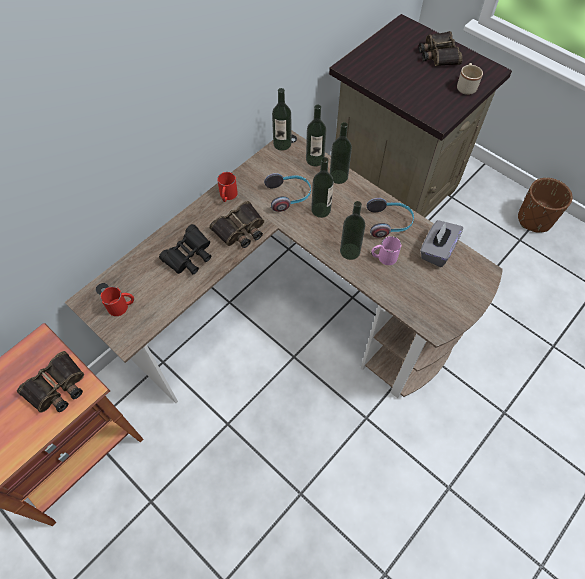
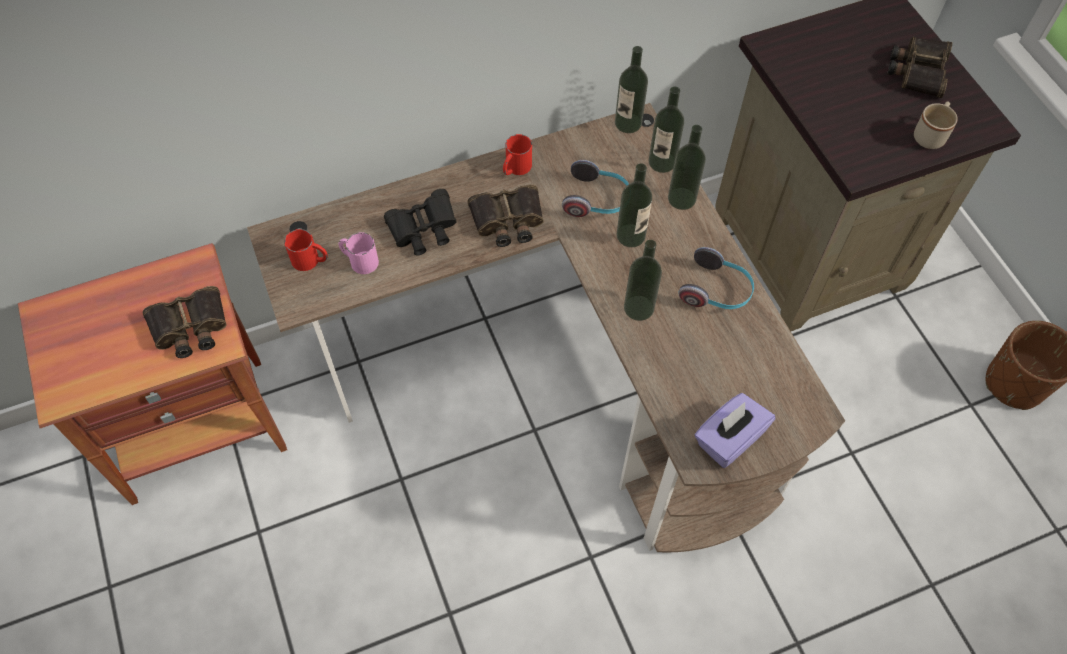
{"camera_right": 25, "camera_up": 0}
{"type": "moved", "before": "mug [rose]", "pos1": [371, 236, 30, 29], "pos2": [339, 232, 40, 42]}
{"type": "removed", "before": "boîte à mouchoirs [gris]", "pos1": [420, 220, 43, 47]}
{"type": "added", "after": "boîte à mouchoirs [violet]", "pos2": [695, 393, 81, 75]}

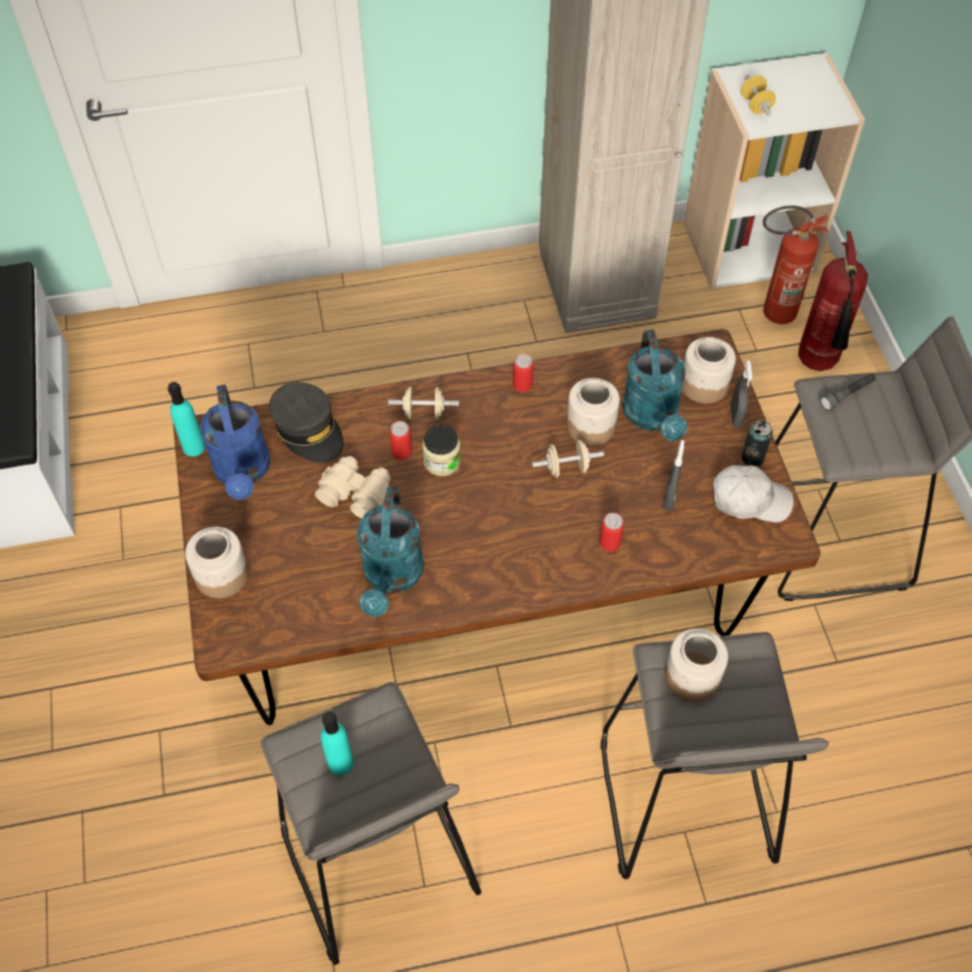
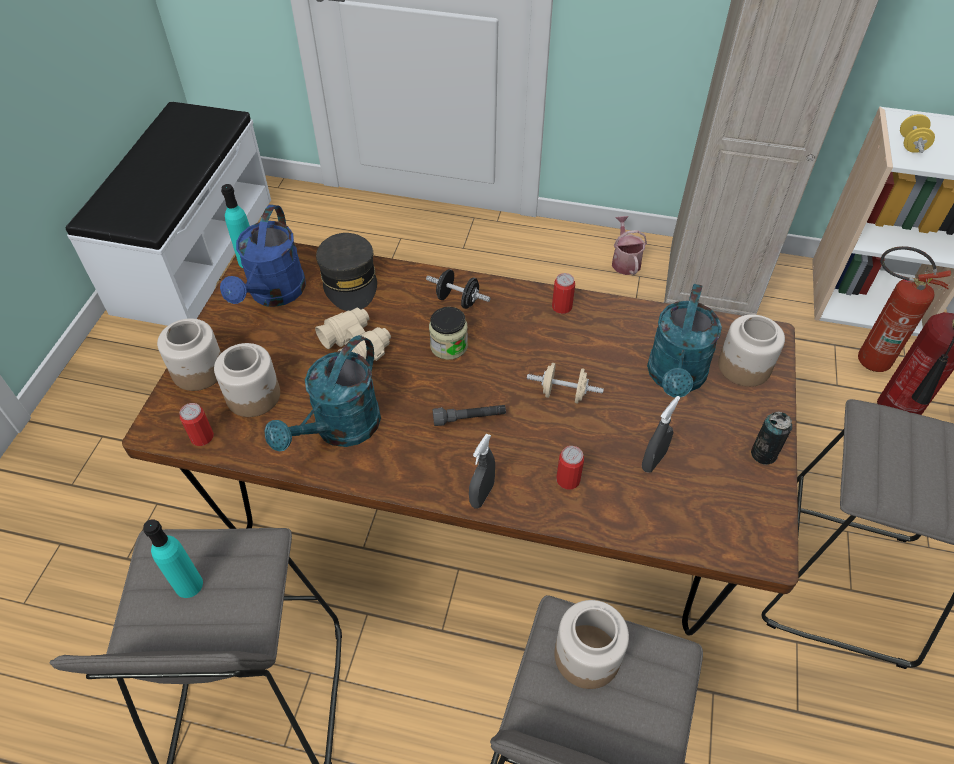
{"camera_right": 25, "camera_up": -5}
{"type": "recoloured", "before": "haltère [beige]", "after": "haltère [noir]", "pos1": [388, 387, 71, 33], "pos2": [426, 269, 65, 40]}
{"type": "moved", "before": "boîte métallique", "pos1": [389, 421, 23, 39], "pos2": [180, 403, 34, 43]}
{"type": "moved", "before": "bocal", "pos1": [566, 378, 54, 68], "pos2": [214, 343, 66, 74]}
{"type": "removed", "before": "casquette [blanc]", "pos1": [712, 465, 82, 57]}
{"type": "moved", "before": "vaporisateur [gris]", "pos1": [731, 360, 22, 68], "pos2": [469, 433, 26, 76]}
{"type": "moved", "before": "lampe de poche [gris]", "pos1": [820, 373, 56, 38], "pos2": [433, 405, 73, 21]}
{"type": "added", "after": "arrosoir", "pos2": [612, 216, 35, 59]}

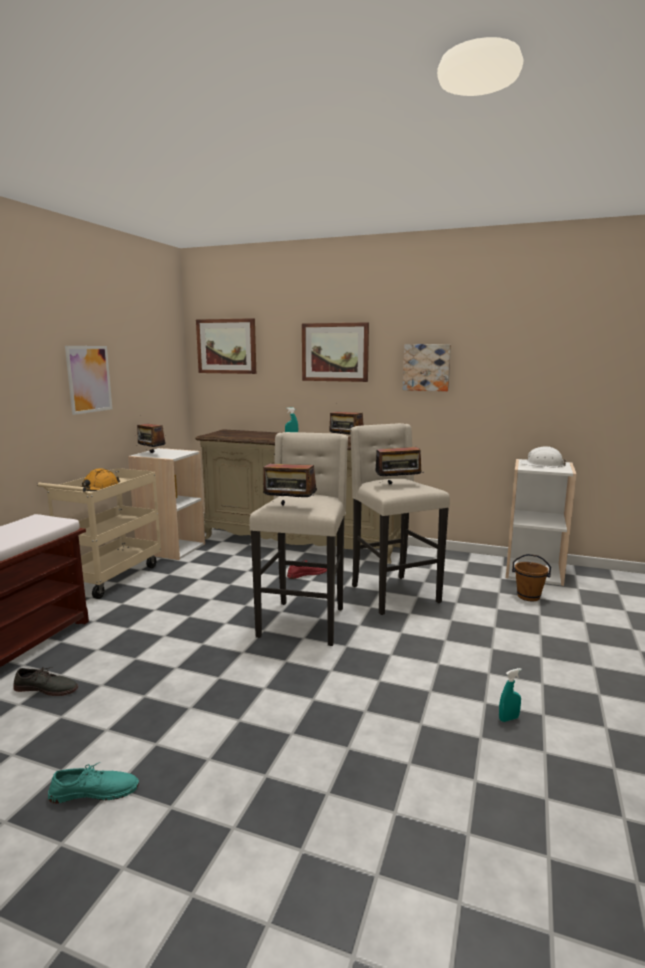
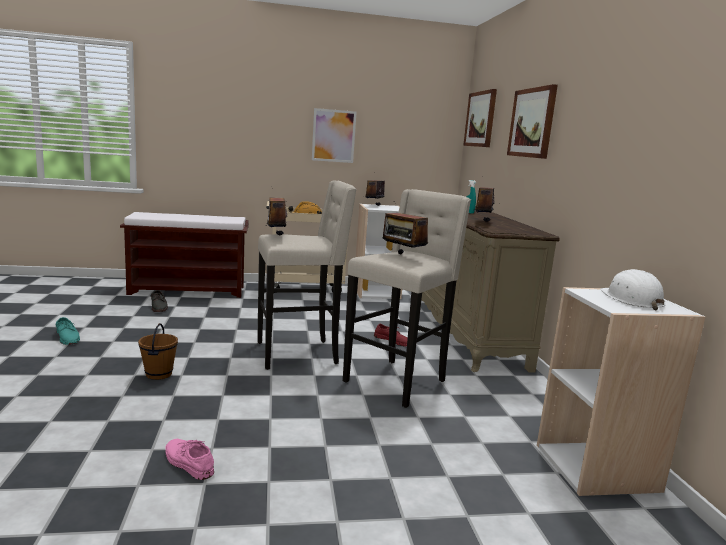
{"camera_right": 60, "camera_up": 0}
{"type": "removed", "before": "tableau", "pos1": [403, 344, 48, 47]}
{"type": "replaced", "before": "vaporisateur [turquoise]", "after": "chaussure [rose]", "pos1": [499, 668, 23, 54], "pos2": [165, 439, 49, 41]}
{"type": "moved", "before": "seau [marron]", "pos1": [512, 554, 39, 47], "pos2": [138, 323, 40, 57]}

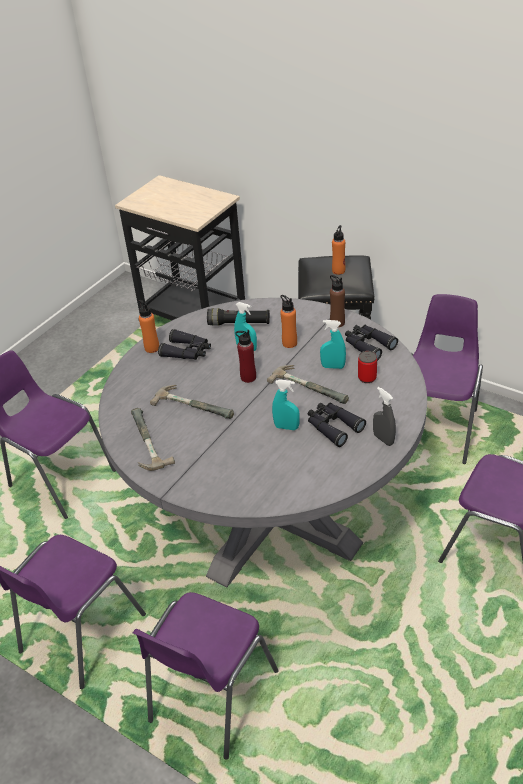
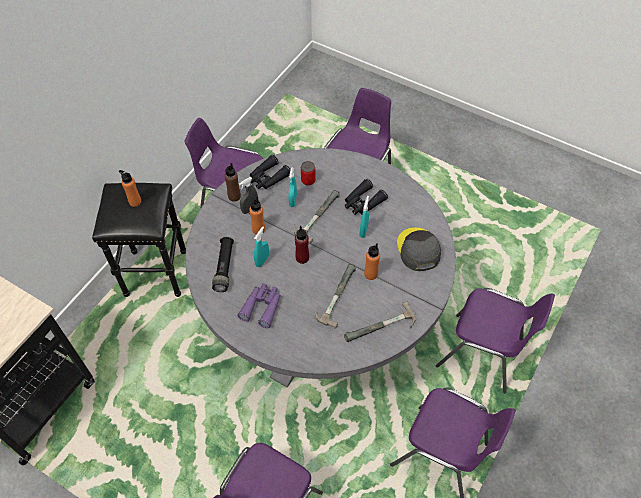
{"camera_right": -95, "camera_up": 15}
{"type": "moved", "before": "bouteille [orange]", "pos1": [139, 300, 20, 53], "pos2": [364, 243, 16, 37]}
{"type": "recoloured", "before": "jumelles [noir]", "after": "jumelles [violet]", "pos1": [158, 329, 53, 31], "pos2": [237, 283, 44, 45]}
{"type": "moved", "before": "vaporisateur [gris]", "pos1": [373, 387, 23, 59], "pos2": [239, 177, 19, 37]}
{"type": "added", "after": "casquette [gris]", "pos2": [397, 227, 44, 44]}

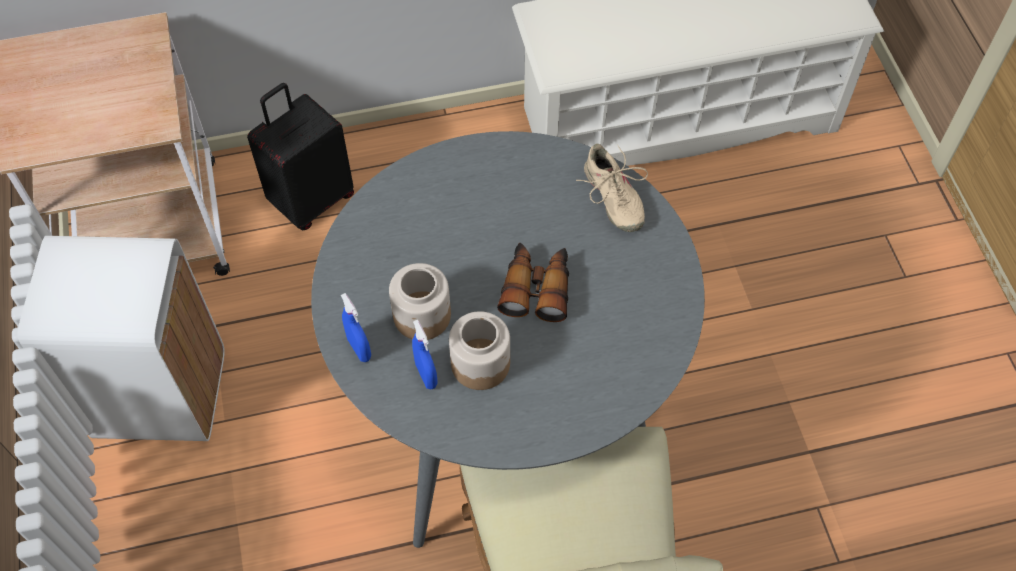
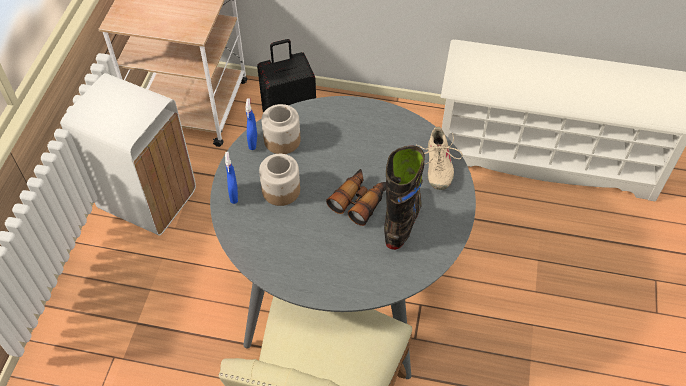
{"camera_right": 25, "camera_up": -5}
{"type": "moved", "before": "vaporisateur [bleu]", "pos1": [412, 320, 26, 70], "pos2": [245, 99, 12, 51]}
{"type": "moved", "before": "bocal", "pos1": [449, 311, 61, 79], "pos2": [262, 104, 39, 50]}
{"type": "added", "after": "botte [noir]", "pos2": [384, 145, 41, 105]}

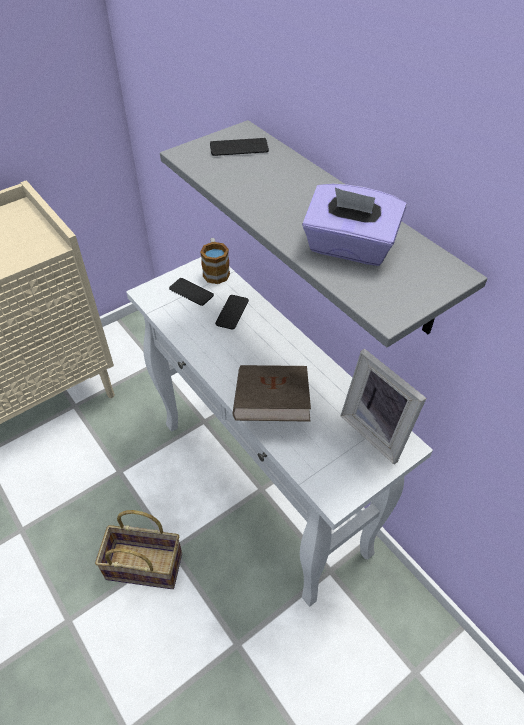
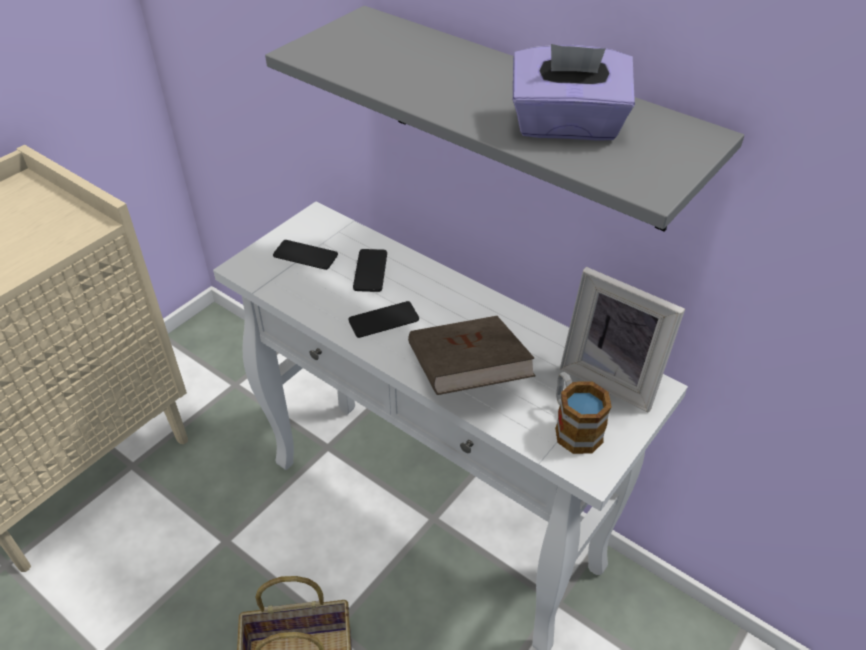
{"camera_right": -15, "camera_up": -5}
{"type": "moved", "before": "mug", "pos1": [200, 238, 30, 46], "pos2": [555, 372, 57, 82]}
{"type": "moved", "before": "téléphone", "pos1": [210, 138, 59, 18], "pos2": [349, 301, 70, 37]}

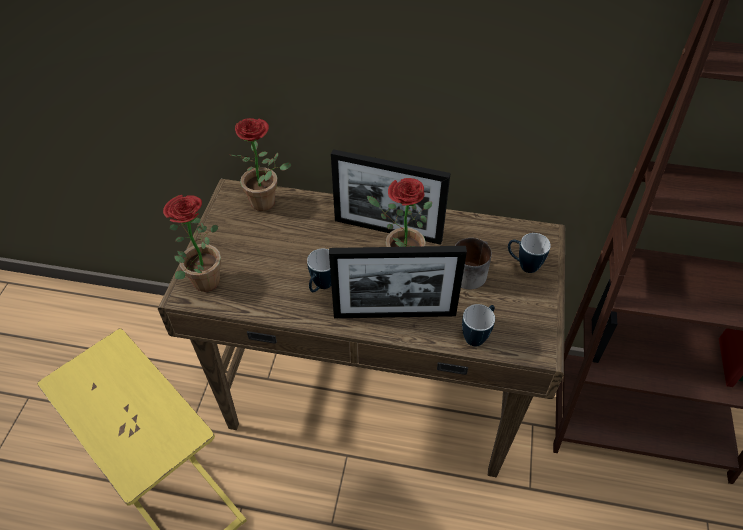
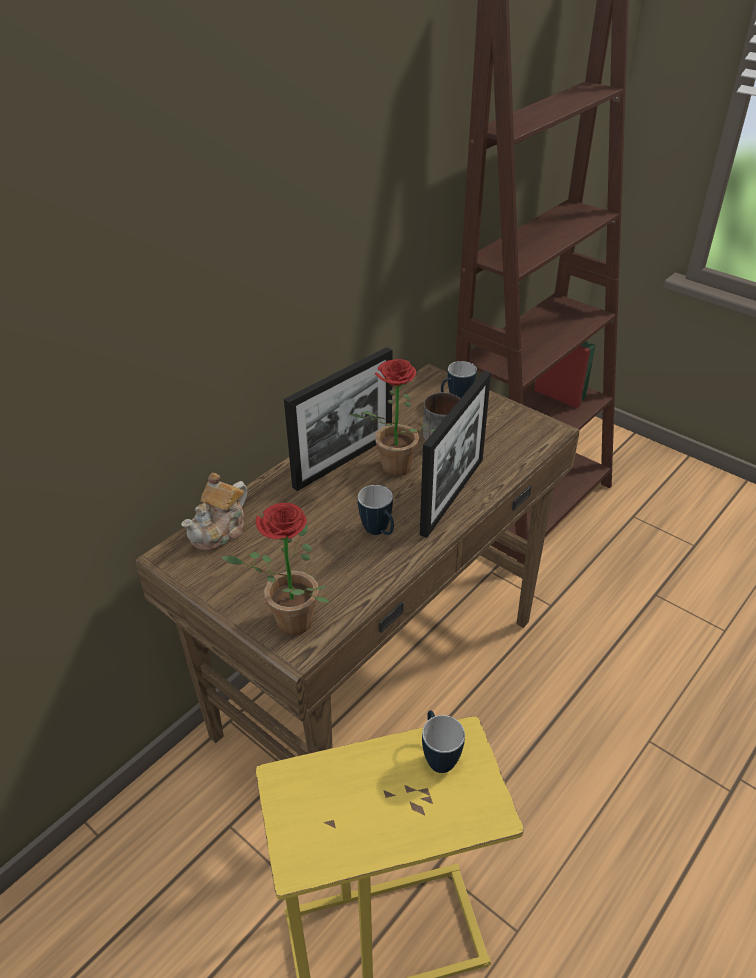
{"camera_right": -60, "camera_up": -10}
{"type": "replaced", "before": "plante en pot", "after": "théière", "pos1": [231, 118, 60, 93], "pos2": [181, 473, 67, 78]}
{"type": "moved", "before": "mug", "pos1": [462, 304, 33, 42], "pos2": [422, 710, 43, 63]}

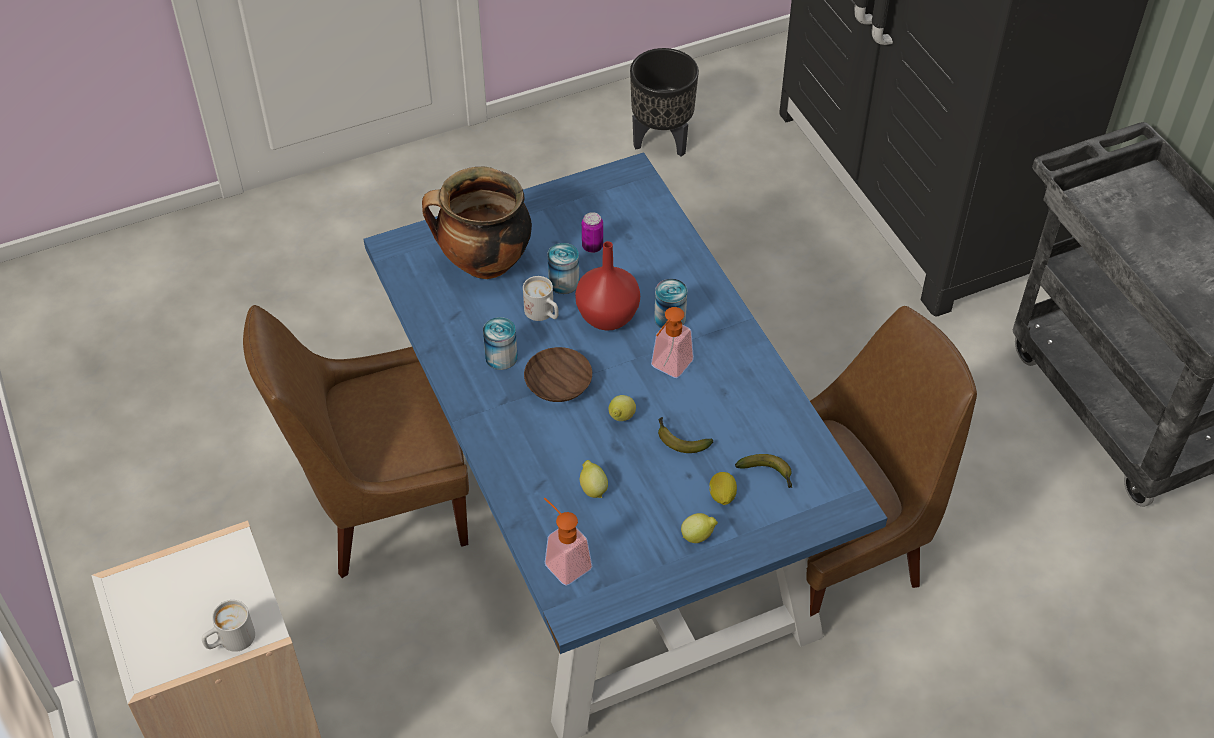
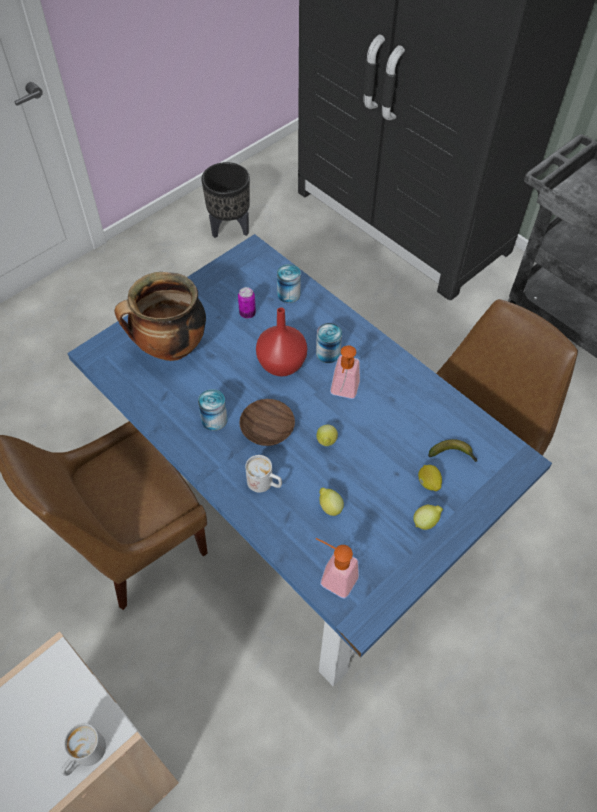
{"camera_right": -20, "camera_up": 5}
{"type": "moved", "before": "mug [blanc]", "pos1": [523, 276, 36, 45], "pos2": [245, 455, 37, 37]}
{"type": "moved", "before": "boîte métallique", "pos1": [547, 243, 32, 51], "pos2": [277, 264, 24, 39]}
{"type": "removed", "before": "banane", "pos1": [658, 417, 55, 36]}

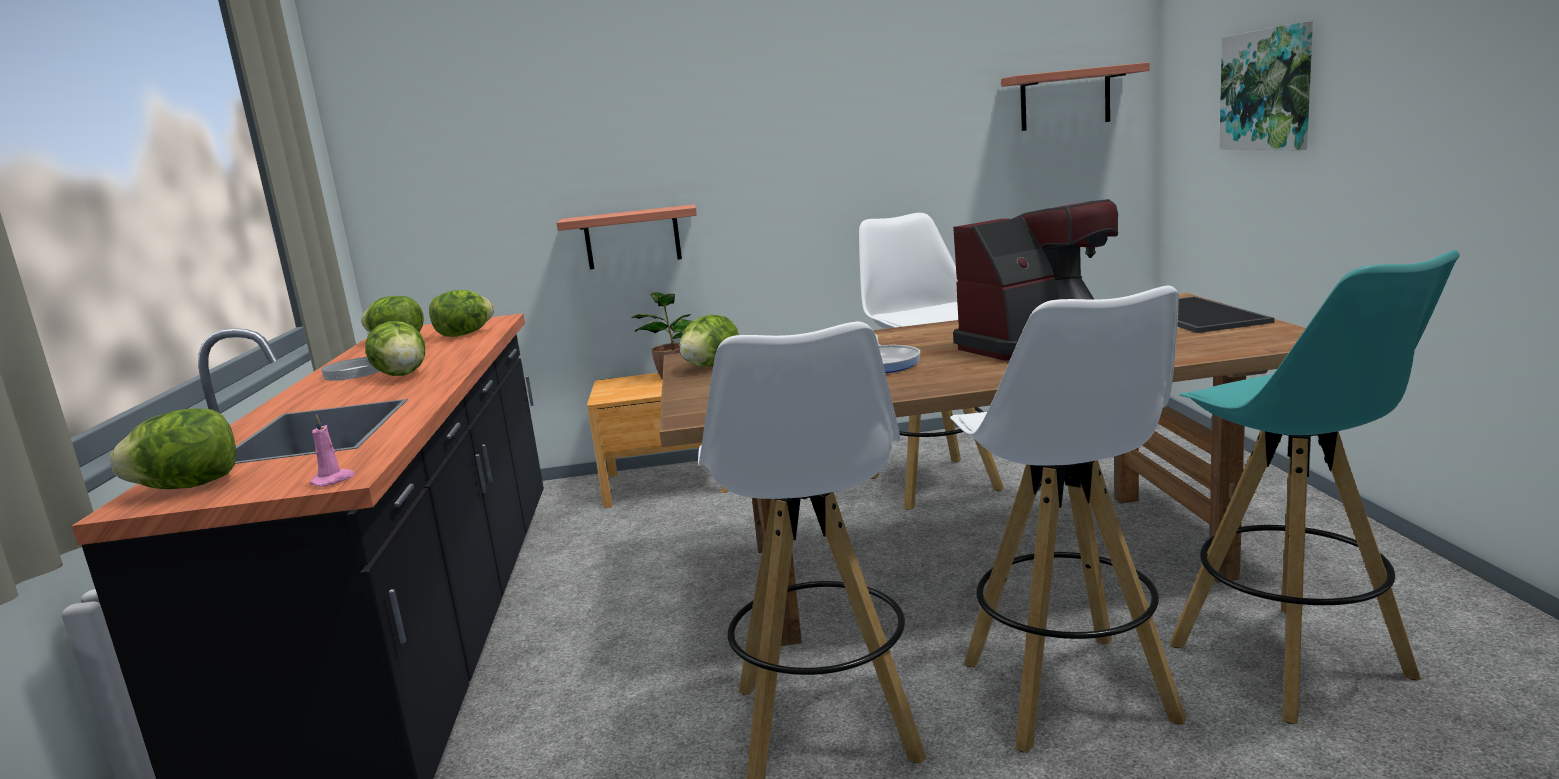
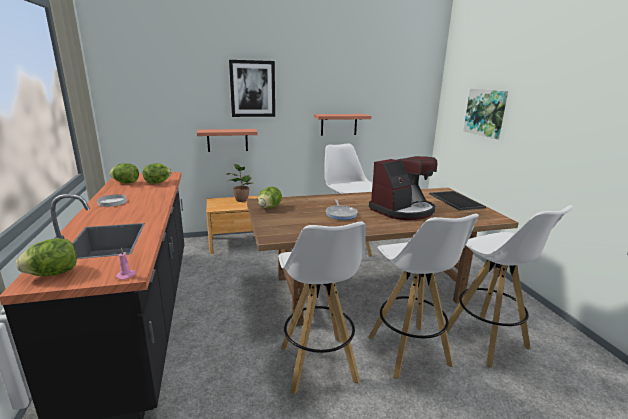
{"camera_right": -10, "camera_up": 5}
{"type": "removed", "before": "laitue", "pos1": [365, 321, 60, 55]}
{"type": "moved", "before": "étagère", "pos1": [1001, 62, 149, 69], "pos2": [314, 114, 57, 22]}
{"type": "recoloured", "before": "tabouret [turquoise]", "after": "tabouret [blanc]", "pos1": [1170, 250, 290, 474], "pos2": [446, 205, 127, 163]}
{"type": "added", "after": "tableau", "pos2": [229, 60, 46, 57]}

